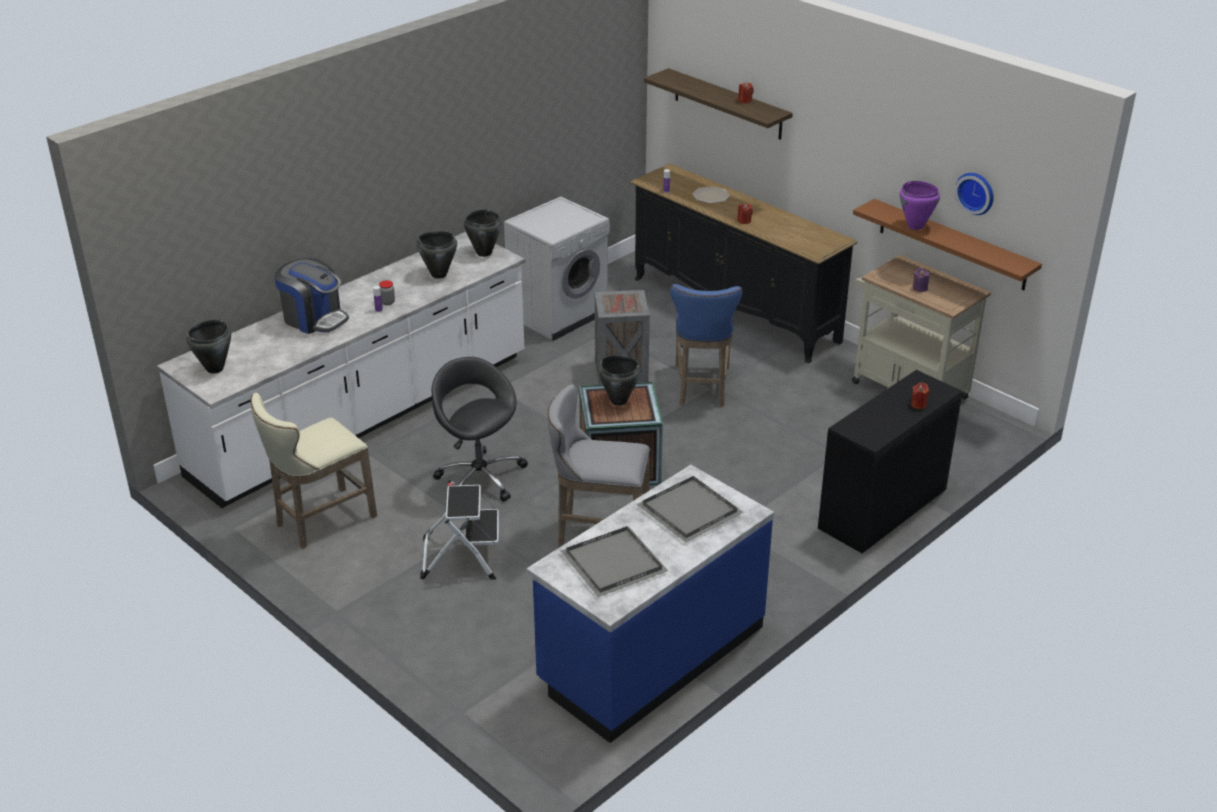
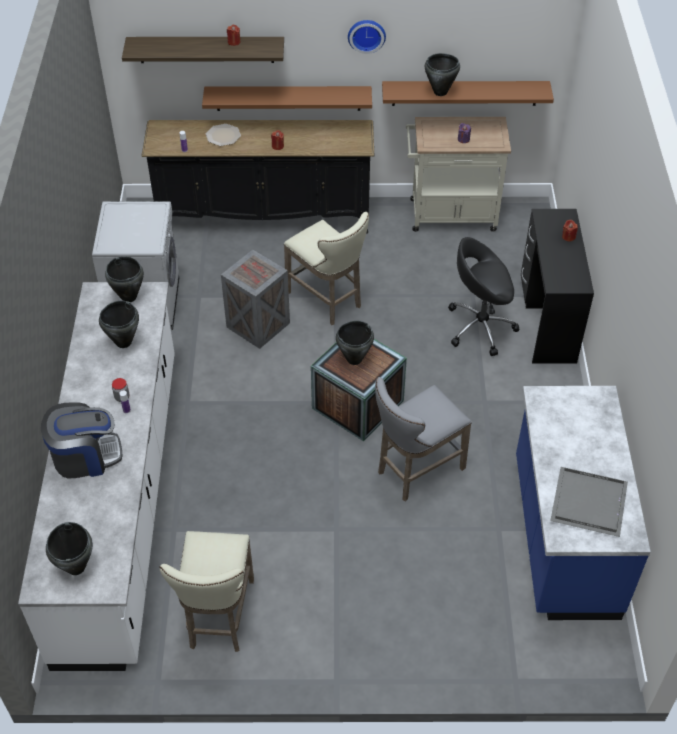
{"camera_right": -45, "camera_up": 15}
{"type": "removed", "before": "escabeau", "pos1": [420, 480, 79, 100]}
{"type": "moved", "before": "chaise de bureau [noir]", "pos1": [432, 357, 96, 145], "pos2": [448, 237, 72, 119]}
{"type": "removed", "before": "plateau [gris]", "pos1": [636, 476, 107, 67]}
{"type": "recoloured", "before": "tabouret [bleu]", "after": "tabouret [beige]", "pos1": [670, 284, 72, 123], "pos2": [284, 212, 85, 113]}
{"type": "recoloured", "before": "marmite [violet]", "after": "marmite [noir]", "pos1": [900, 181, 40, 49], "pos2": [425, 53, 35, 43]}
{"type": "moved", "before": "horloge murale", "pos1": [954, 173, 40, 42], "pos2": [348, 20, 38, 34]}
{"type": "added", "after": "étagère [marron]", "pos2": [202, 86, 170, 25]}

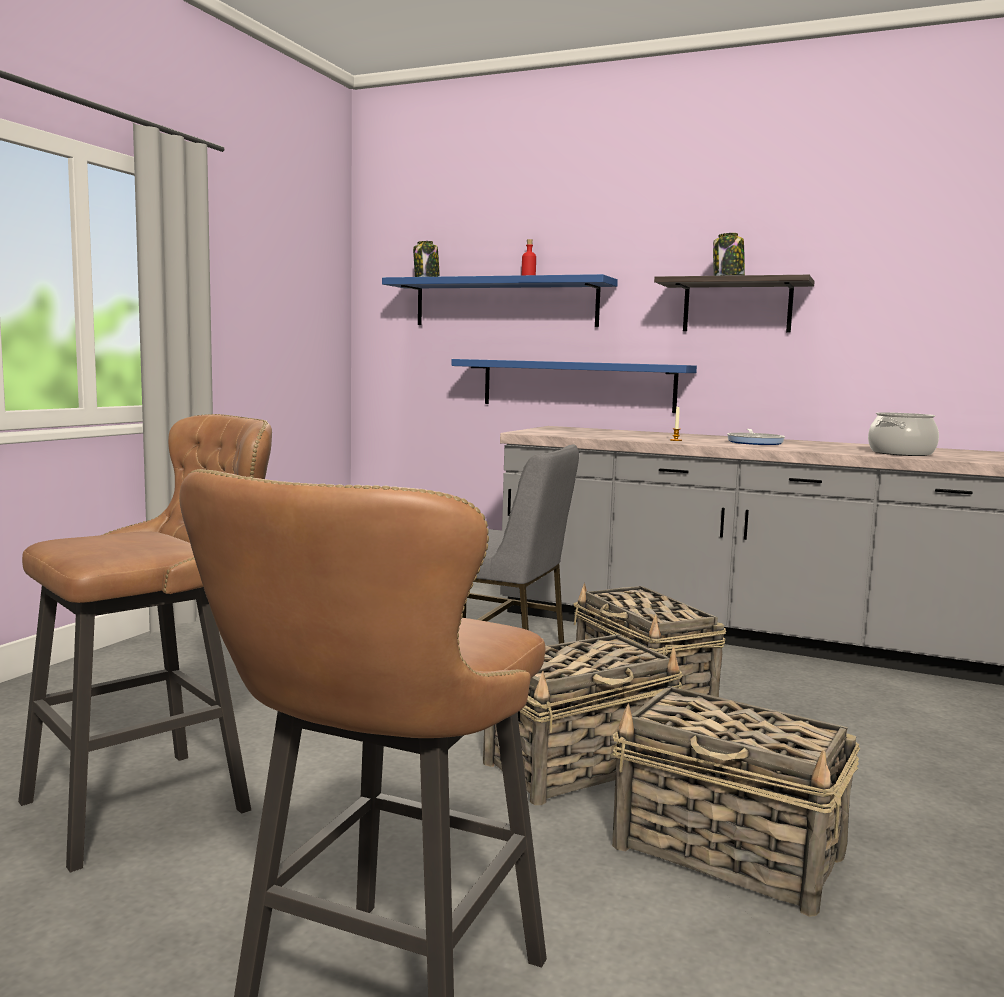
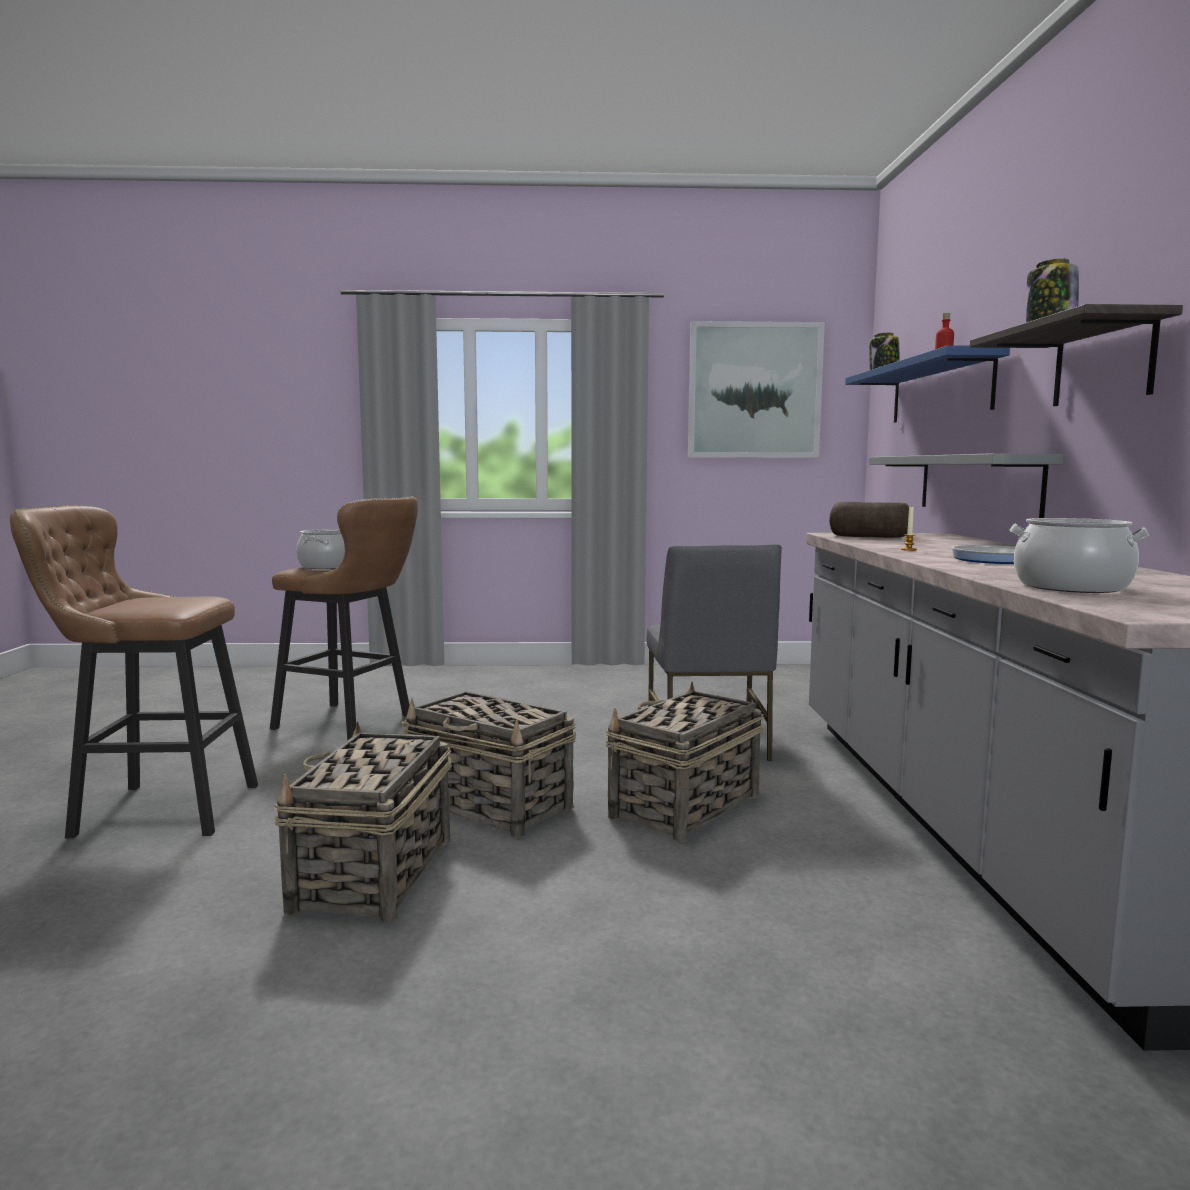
{"camera_right": 65, "camera_up": 0}
{"type": "recoloured", "before": "étagère [bleu]", "after": "étagère [gris]", "pos1": [452, 359, 245, 54], "pos2": [869, 453, 194, 65]}
{"type": "added", "after": "marmite", "pos2": [296, 529, 49, 40]}
{"type": "added", "after": "tableau", "pos2": [688, 321, 137, 137]}
{"type": "added", "after": "pain", "pos2": [829, 502, 80, 36]}

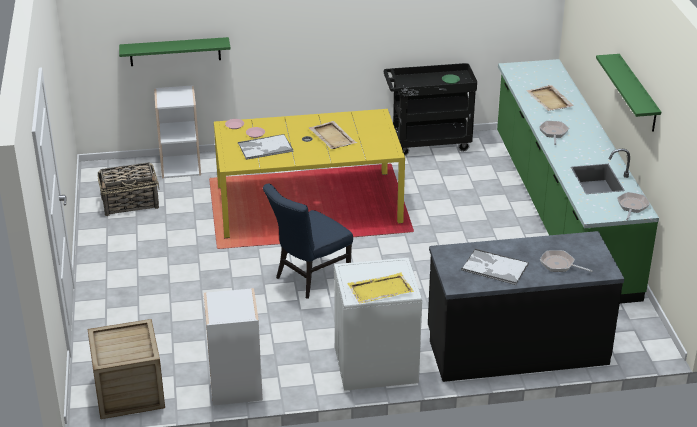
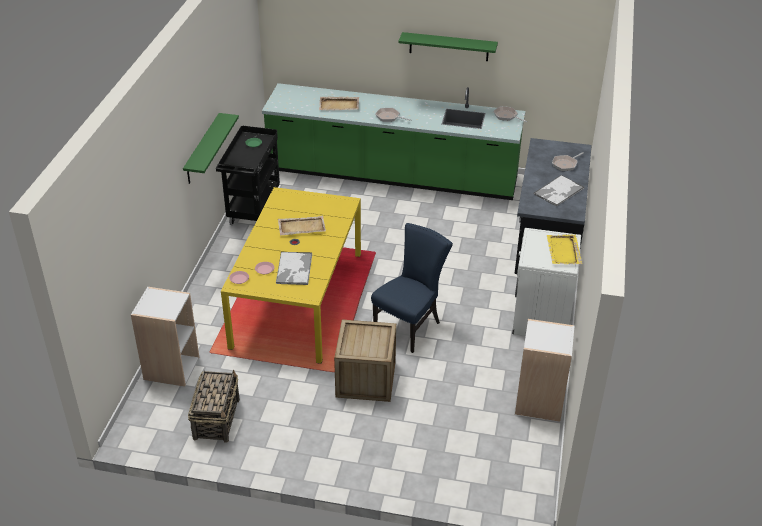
{"camera_right": -70, "camera_up": 5}
{"type": "moved", "before": "caisse", "pos1": [88, 319, 77, 100], "pos2": [334, 319, 62, 83]}
{"type": "moved", "before": "étagère [vert]", "pos1": [119, 37, 112, 29], "pos2": [183, 113, 56, 71]}
{"type": "turned", "before": "chaise [bleu]", "pos1": [263, 184, 90, 115], "pos2": [371, 223, 82, 130], "turn": -120}

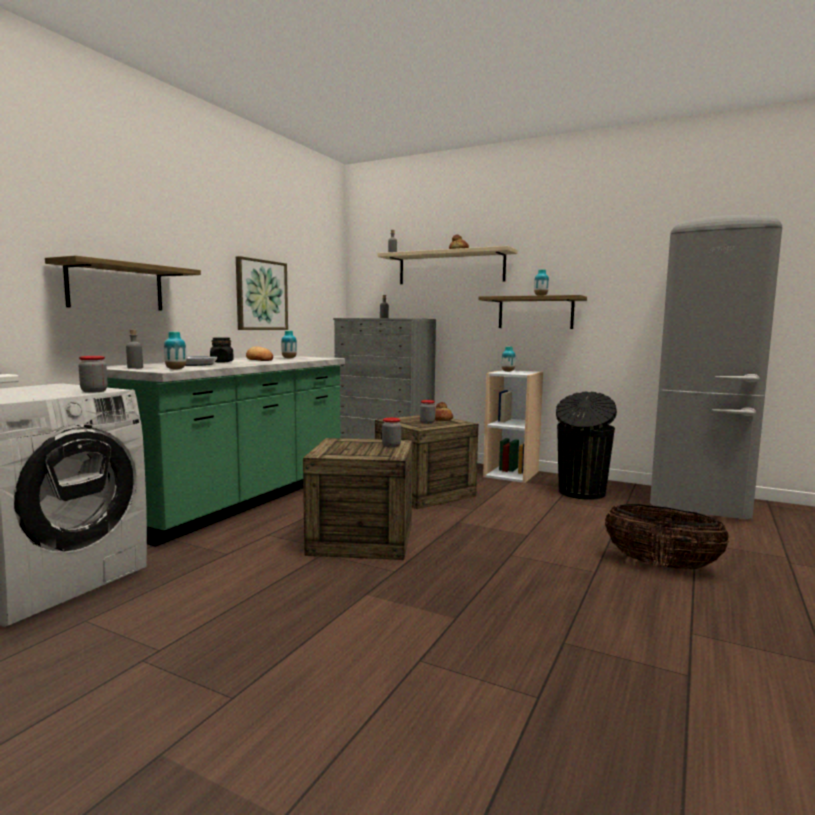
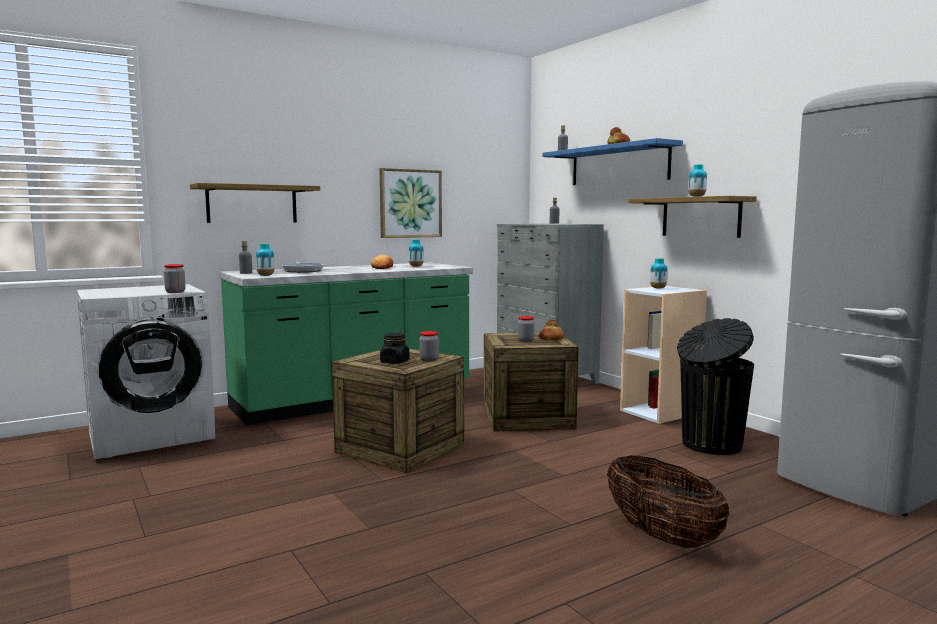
{"camera_right": 30, "camera_up": 0}
{"type": "moved", "before": "bocal [noir]", "pos1": [210, 337, 24, 25], "pos2": [380, 332, 30, 32]}
{"type": "recoloured", "before": "étagère [beige]", "after": "étagère [bleu]", "pos1": [378, 246, 140, 38], "pos2": [543, 138, 140, 47]}

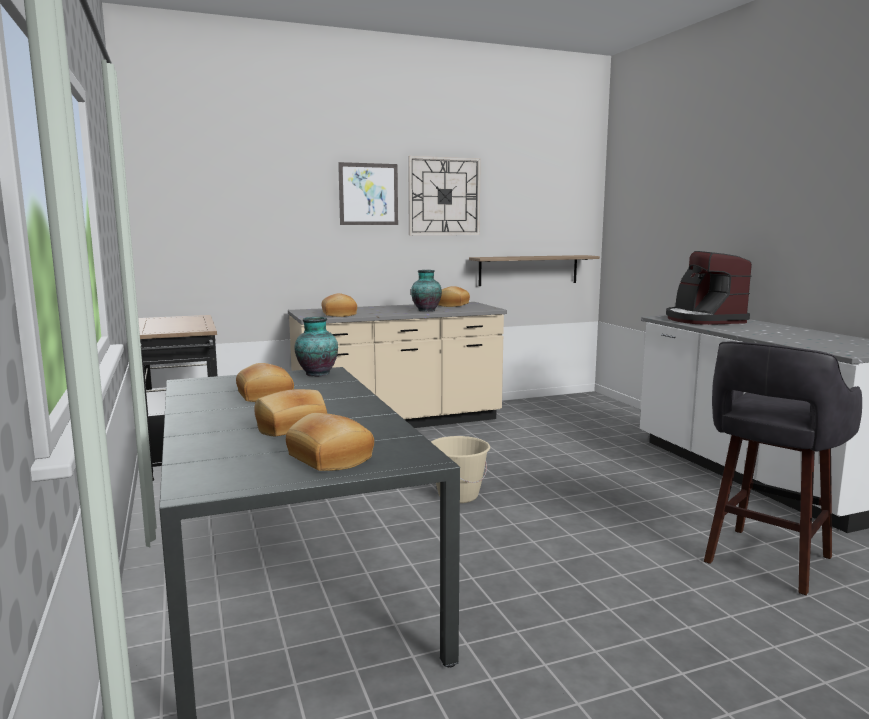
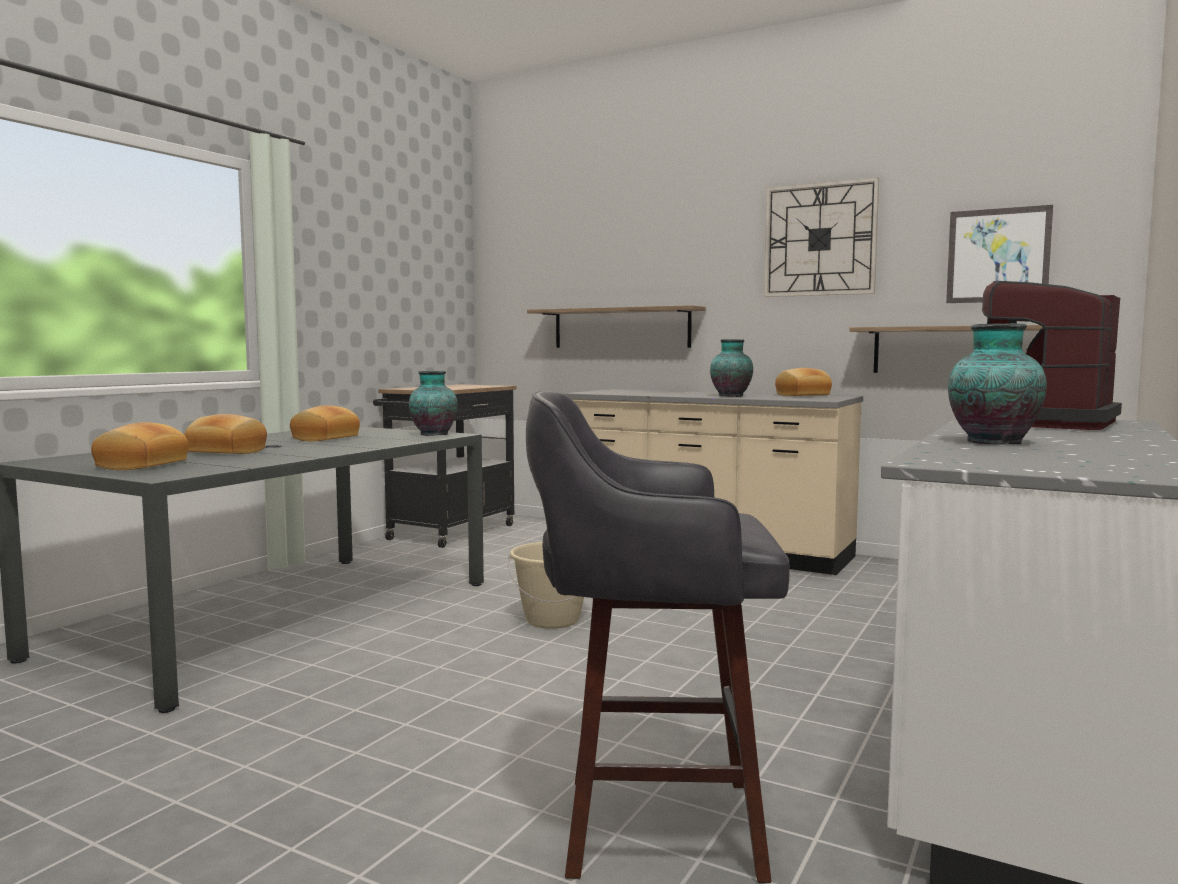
{"camera_right": 50, "camera_up": -5}
{"type": "removed", "before": "pain", "pos1": [321, 293, 36, 24]}
{"type": "moved", "before": "tableau", "pos1": [338, 162, 60, 63], "pos2": [946, 205, 107, 98]}
{"type": "added", "after": "étagère", "pos2": [527, 305, 179, 43]}
{"type": "added", "after": "vase", "pos2": [948, 323, 99, 121]}

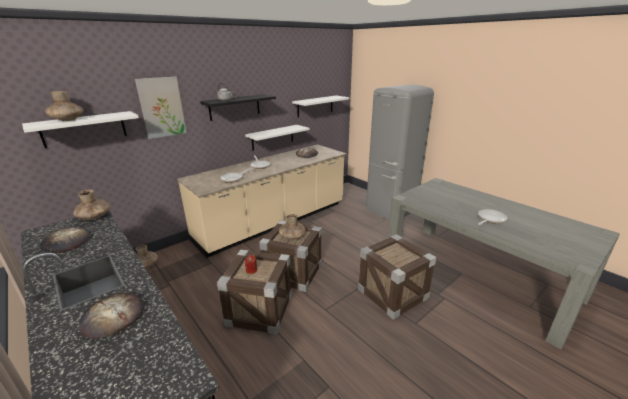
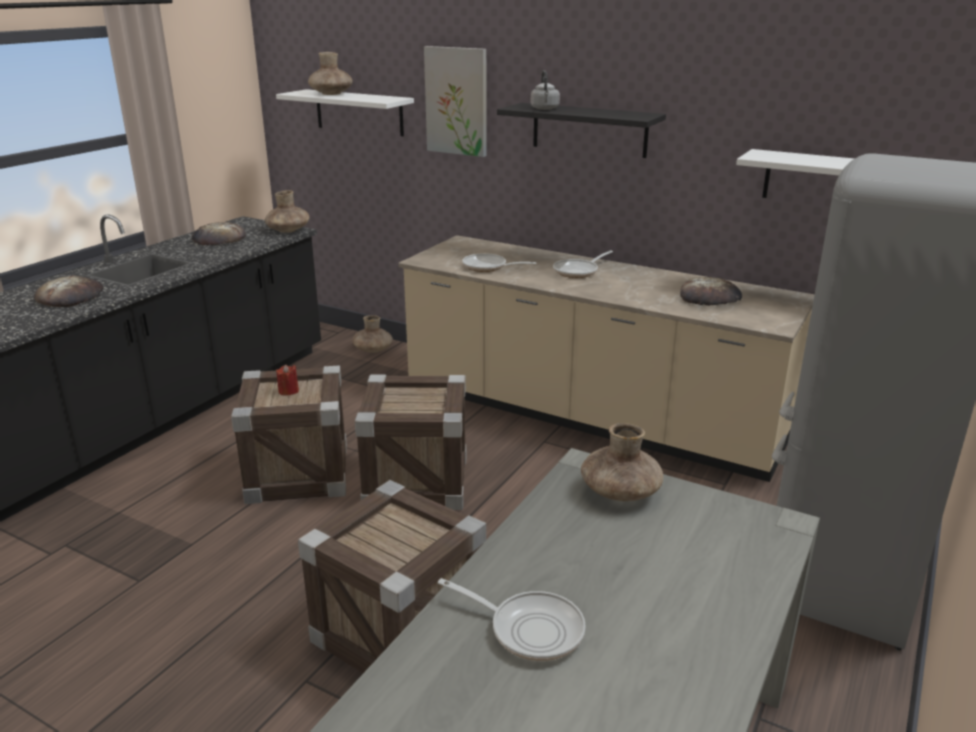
{"camera_right": 70, "camera_up": 0}
{"type": "removed", "before": "étagère [blanc]", "pos1": [245, 125, 64, 26]}
{"type": "moved", "before": "vase [marron]", "pos1": [279, 214, 27, 26], "pos2": [581, 423, 82, 78]}

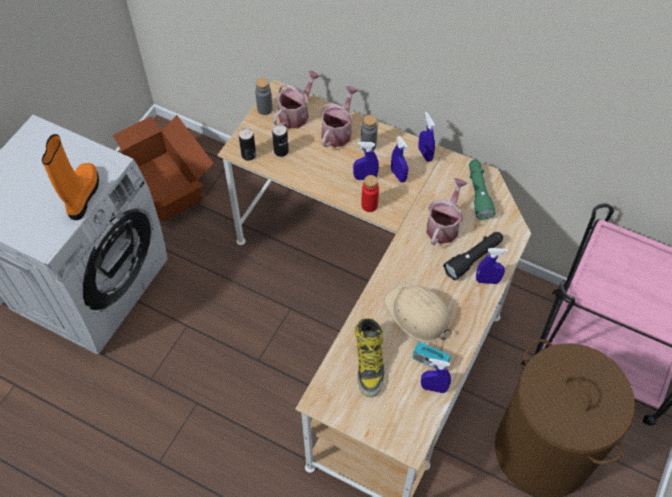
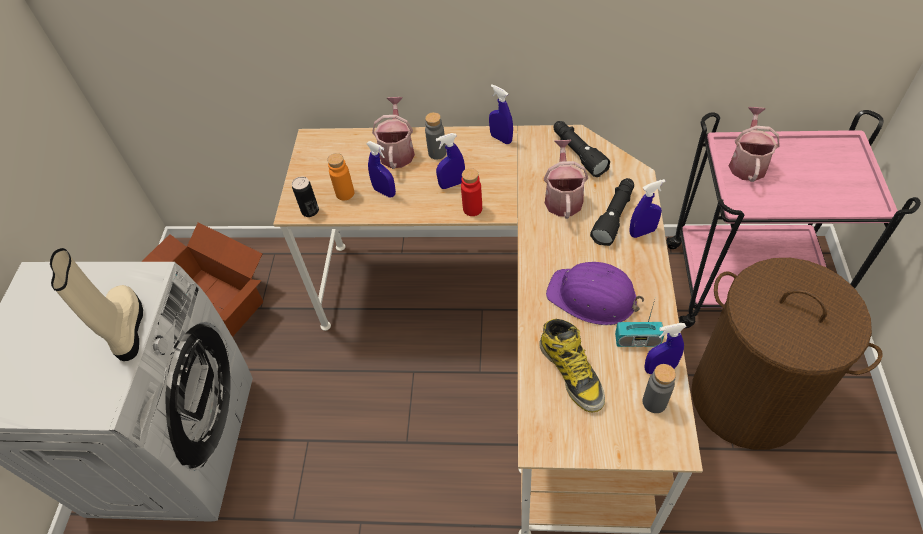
{"camera_right": -20, "camera_up": -5}
{"type": "recoloured", "before": "botte [orange]", "after": "botte [beige]", "pos1": [42, 134, 57, 86], "pos2": [50, 248, 93, 113]}
{"type": "moved", "before": "bouteille [gris]", "pos1": [255, 78, 18, 37], "pos2": [643, 364, 33, 49]}
{"type": "replaced", "before": "boîte métallique", "after": "bouteille [orange]", "pos1": [272, 124, 17, 33], "pos2": [327, 153, 27, 47]}
{"type": "moved", "before": "arrosoir", "pos1": [273, 70, 47, 58], "pos2": [729, 107, 50, 75]}
{"type": "recoloured", "before": "casque de chantier [beige]", "after": "casque de chantier [violet]", "pos1": [384, 282, 68, 60], "pos2": [546, 262, 98, 63]}
{"type": "moved", "before": "vaporisateur [bleu]", "pos1": [391, 136, 17, 46], "pos2": [366, 141, 30, 57]}
{"type": "recoloured", "before": "lampe de poche [vert]", "after": "lampe de poche [noir]", "pos1": [469, 159, 27, 61], "pos2": [554, 121, 56, 56]}

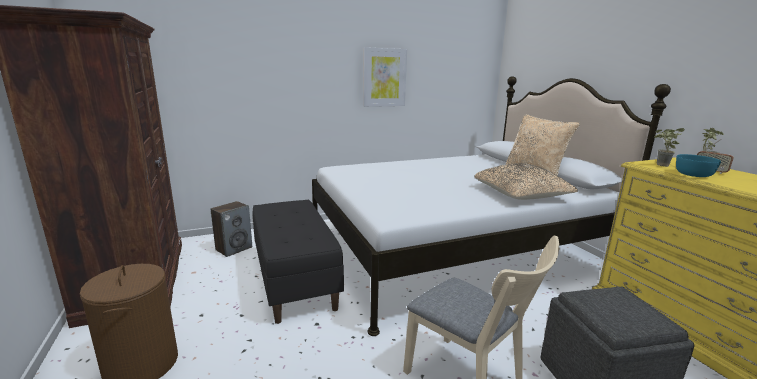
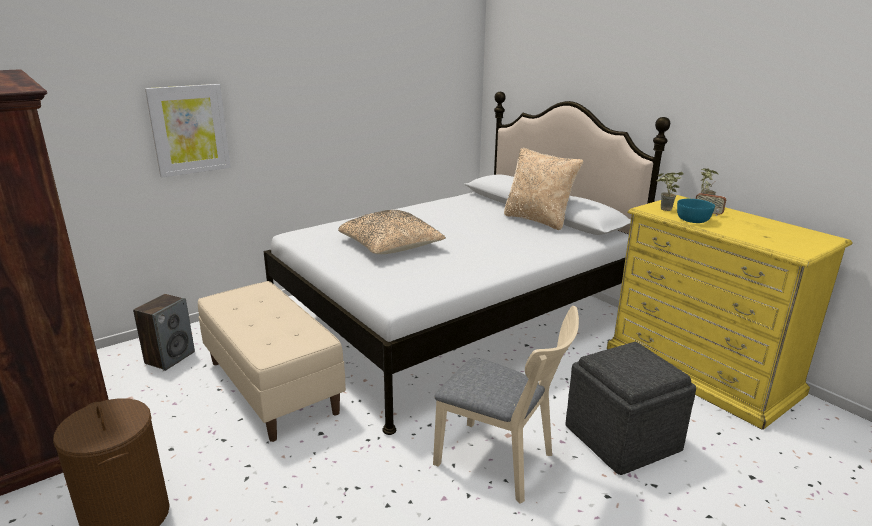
{"camera_right": -15, "camera_up": 5}
{"type": "recoloured", "before": "banc [noir]", "after": "banc [beige]", "pos1": [253, 200, 91, 124], "pos2": [198, 281, 148, 161]}
{"type": "moved", "before": "tableau", "pos1": [363, 47, 44, 60], "pos2": [145, 84, 86, 94]}
{"type": "moved", "before": "coussin [beige]", "pos1": [474, 163, 104, 37], "pos2": [338, 210, 108, 44]}

